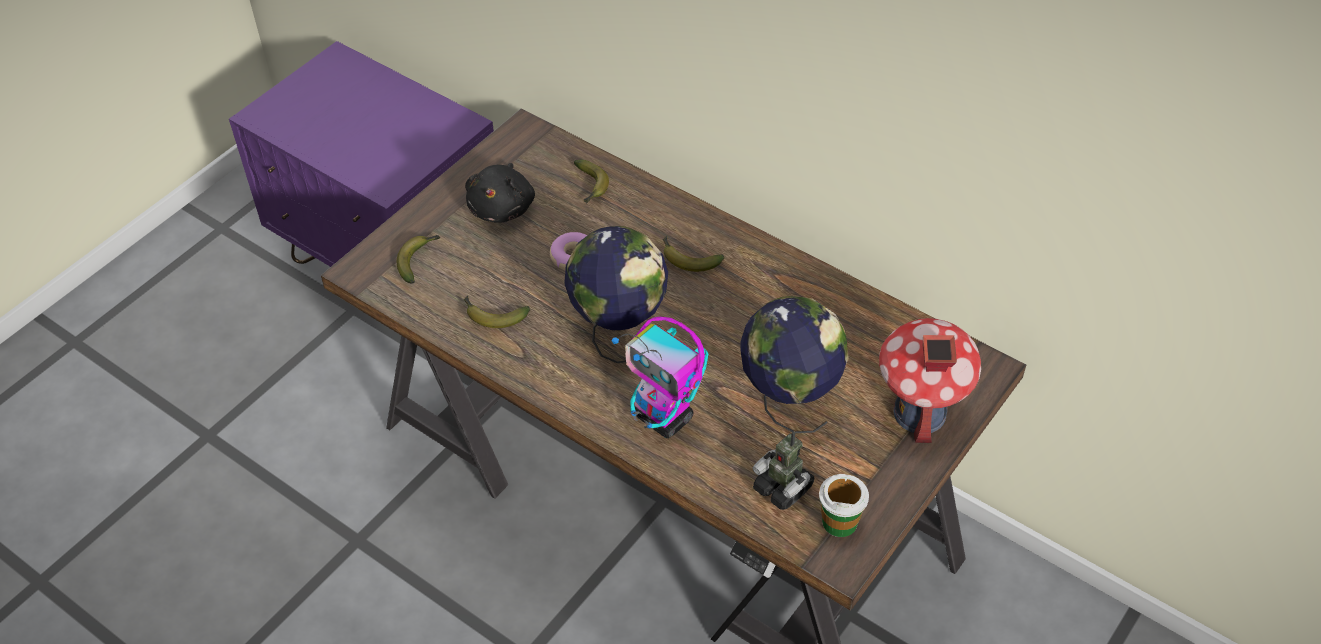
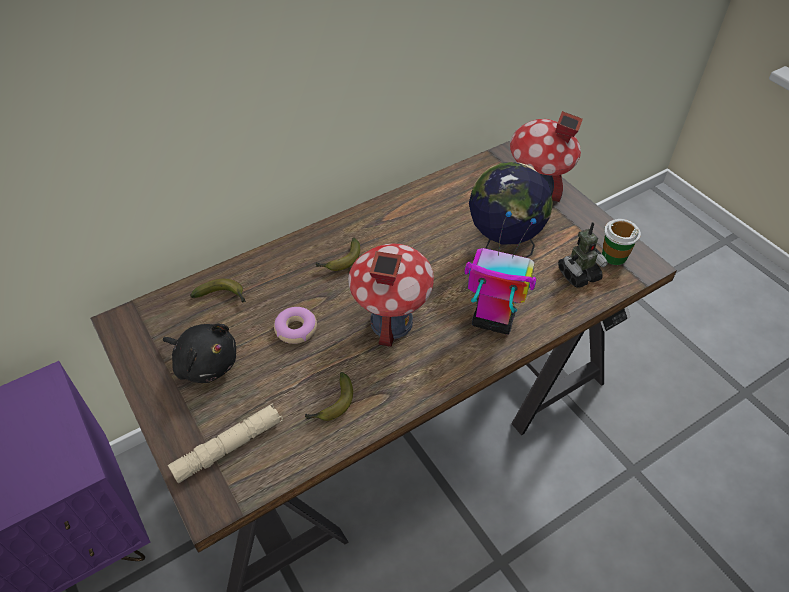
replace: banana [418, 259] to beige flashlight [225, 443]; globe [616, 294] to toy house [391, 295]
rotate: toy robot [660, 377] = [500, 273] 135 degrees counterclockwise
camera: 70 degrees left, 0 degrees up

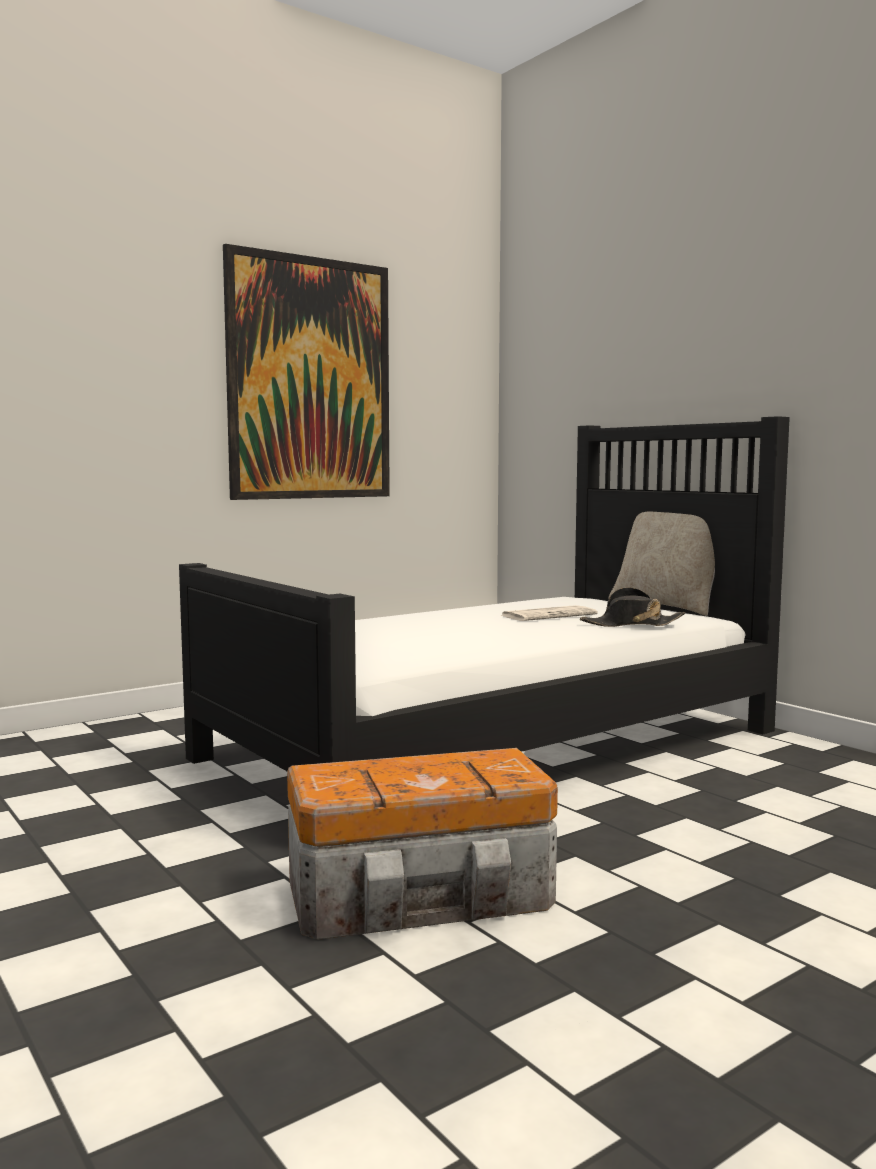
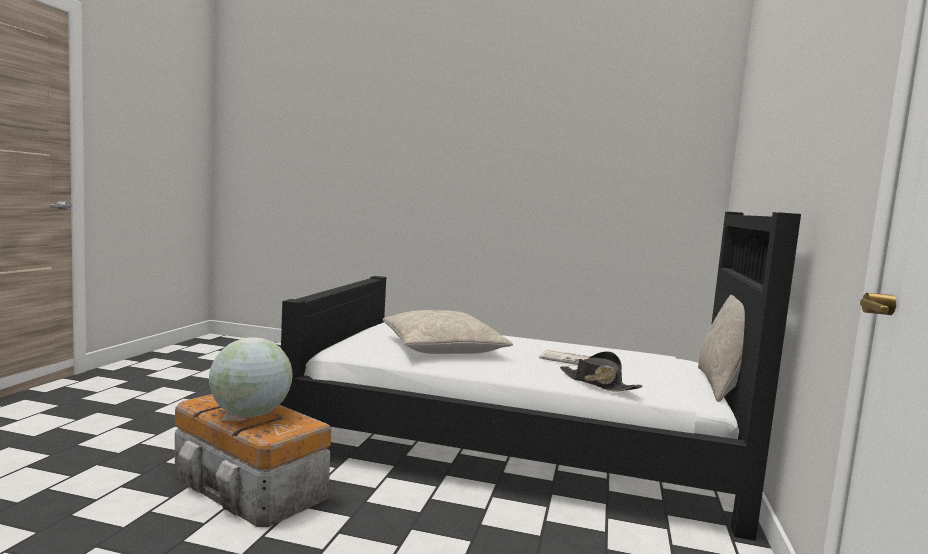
delete: picture [306, 372]
insert: globe [251, 377]; beige pillow [448, 332]
camera: 50 degrees right, 0 degrees up

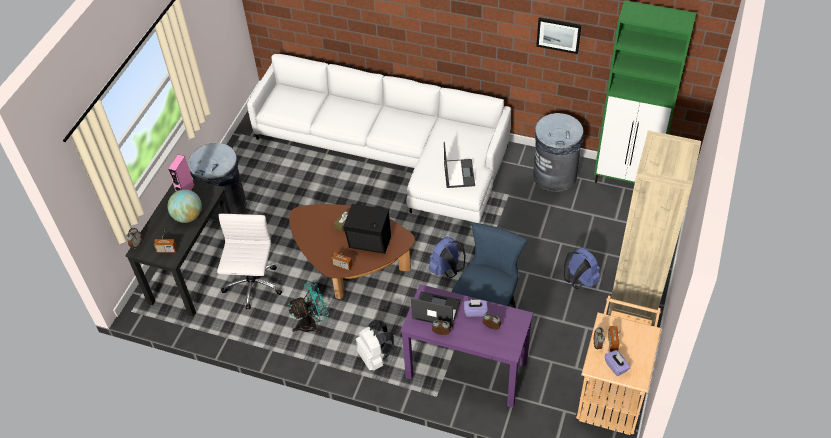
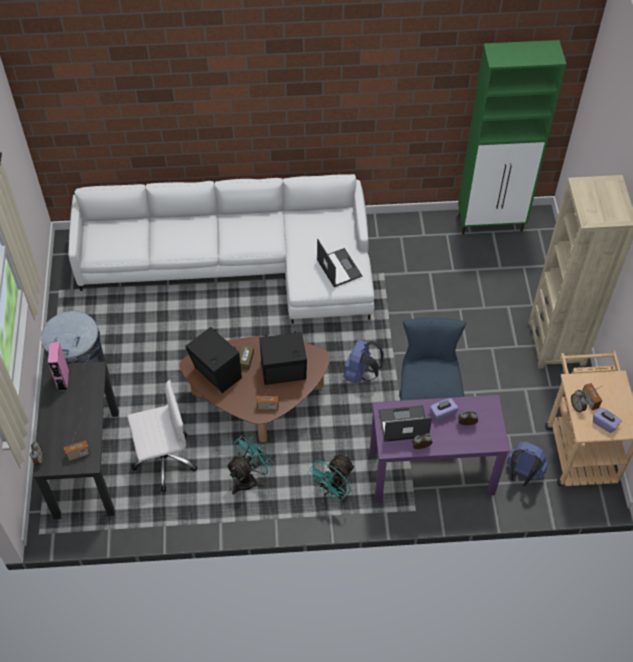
delete: globe [184, 206]; grey trash can [558, 152]; picture [558, 35]
insert: black speaker [214, 360]
move: blue backpack [582, 268] to [527, 463]
replace: white backpack [375, 345] to turquoise fan [331, 478]
rotate: white office chair [249, 261] = [162, 436] 90 degrees clockwise
camera: 25 degrees left, 5 degrees up

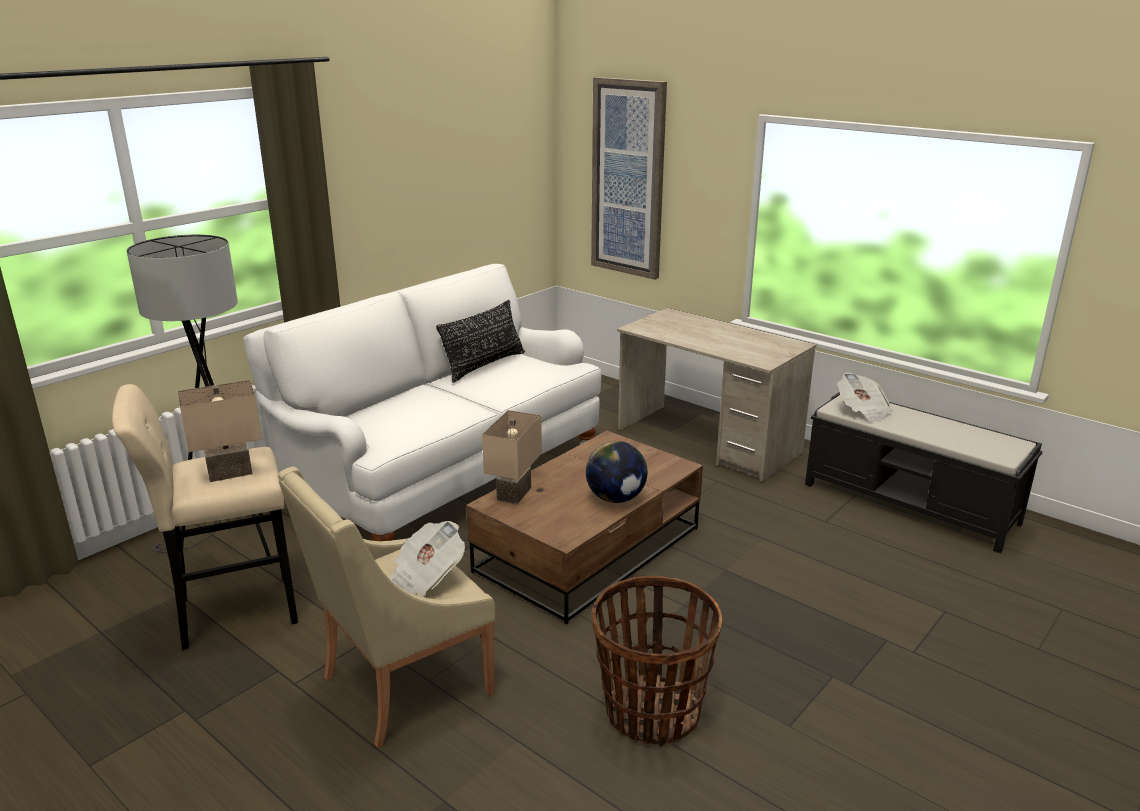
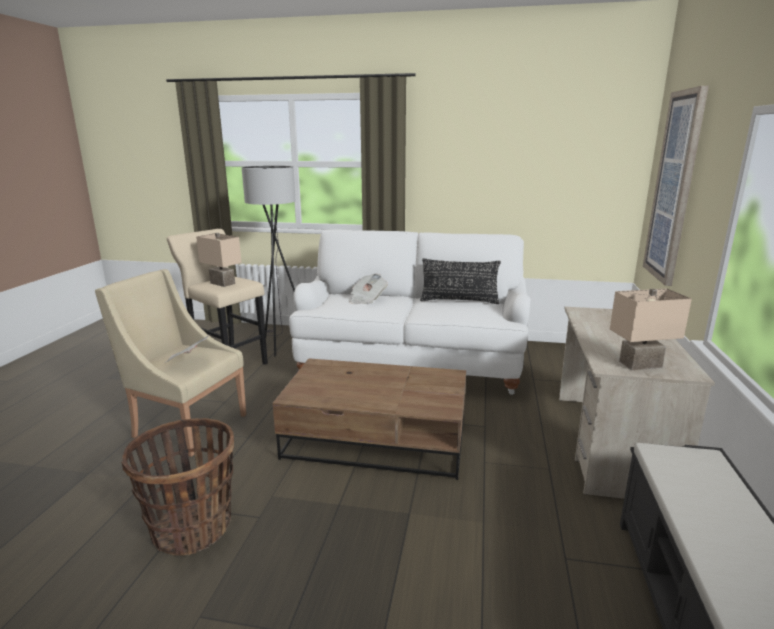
delete: globe [616, 472]
move: beige table lamp [512, 457] to [651, 329]; newspaper [865, 397] to [369, 289]
camera: 60 degrees right, 5 degrees down

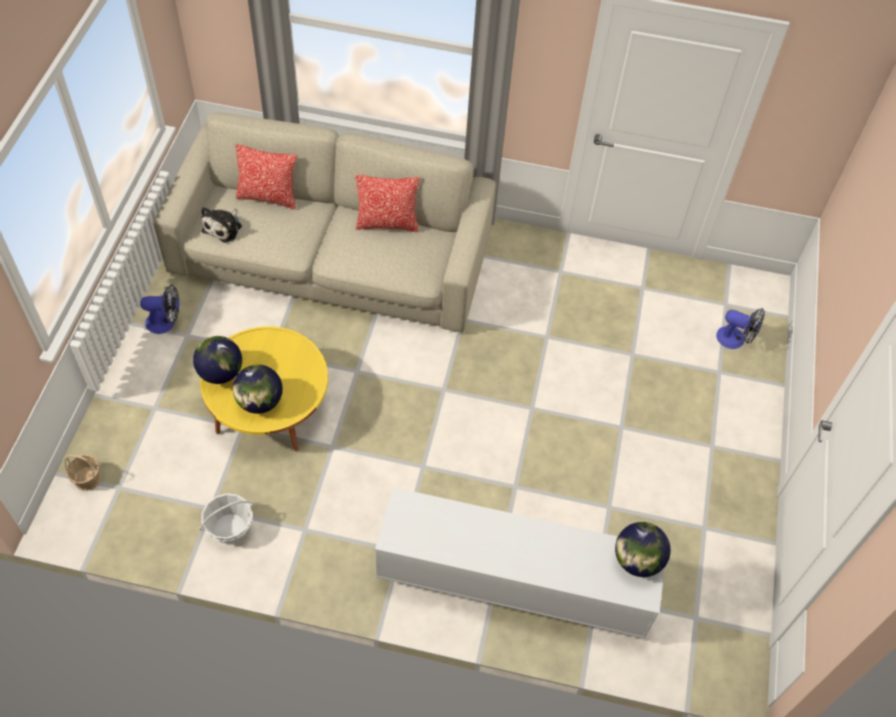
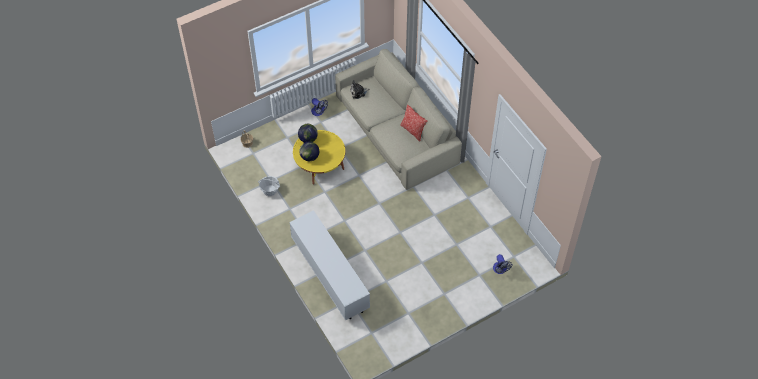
delete: pillow [266, 177]; globe [643, 549]
camera: 50 degrees right, 0 degrees up

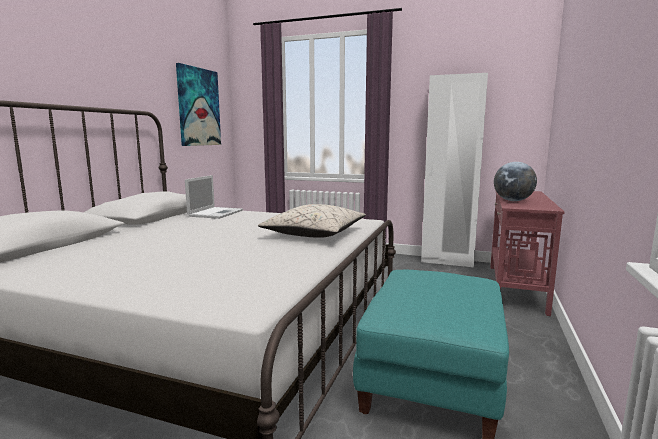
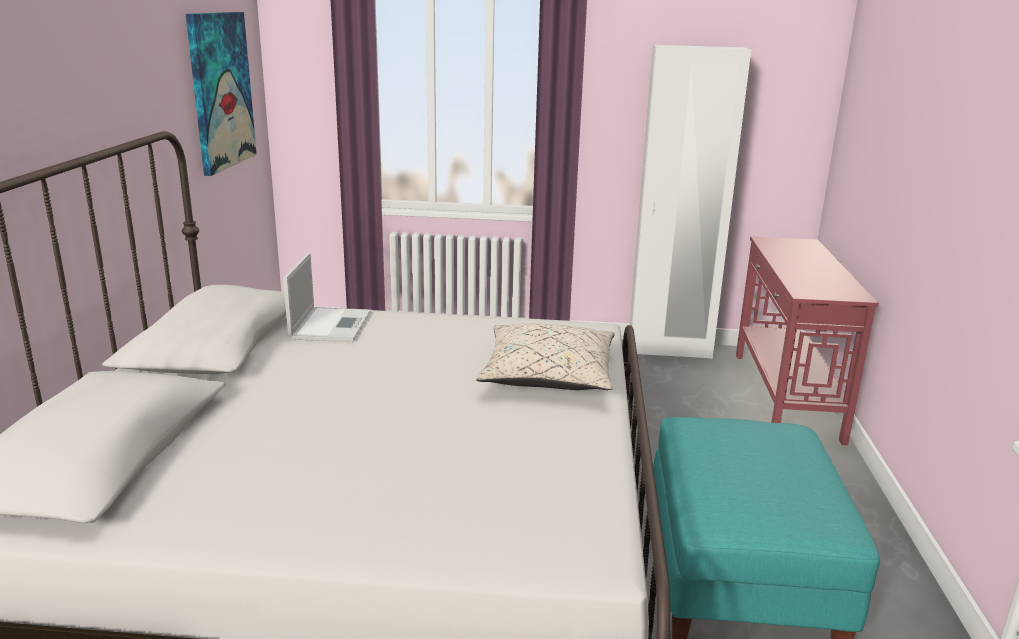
delete: globe [515, 181]
camera: 15 degrees left, 10 degrees up

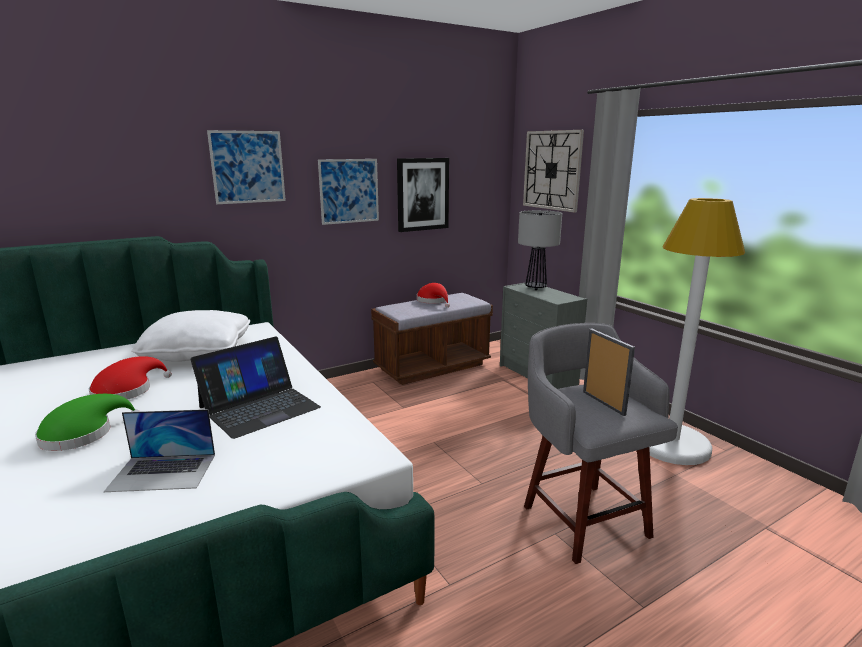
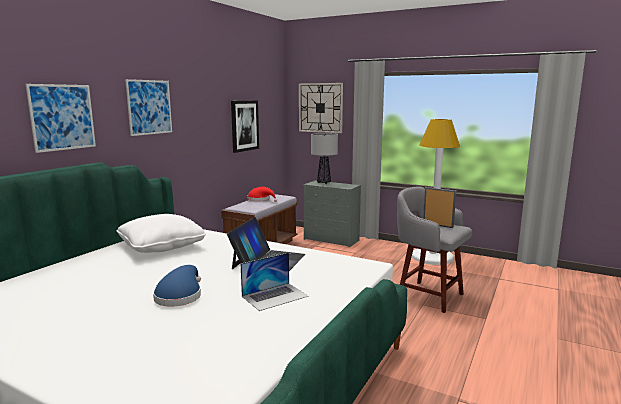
delete: red hat [130, 378]
move: picture [348, 192] to [61, 118]
recolor: green hat [87, 422] to blue hat [177, 286]
camera: 30 degrees left, 5 degrees down

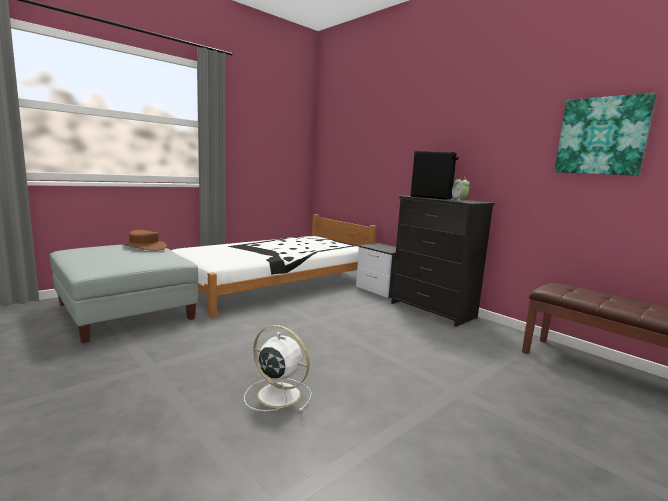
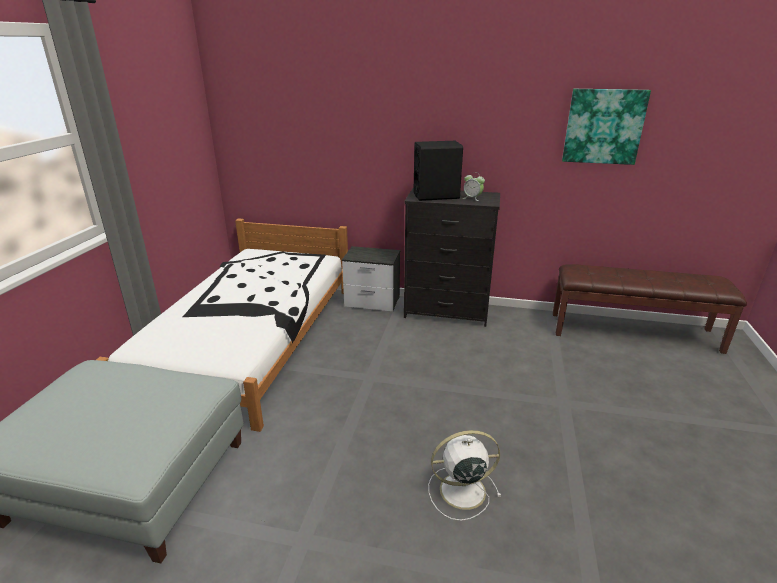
delete: brown hat [145, 240]
camera: 35 degrees left, 15 degrees up

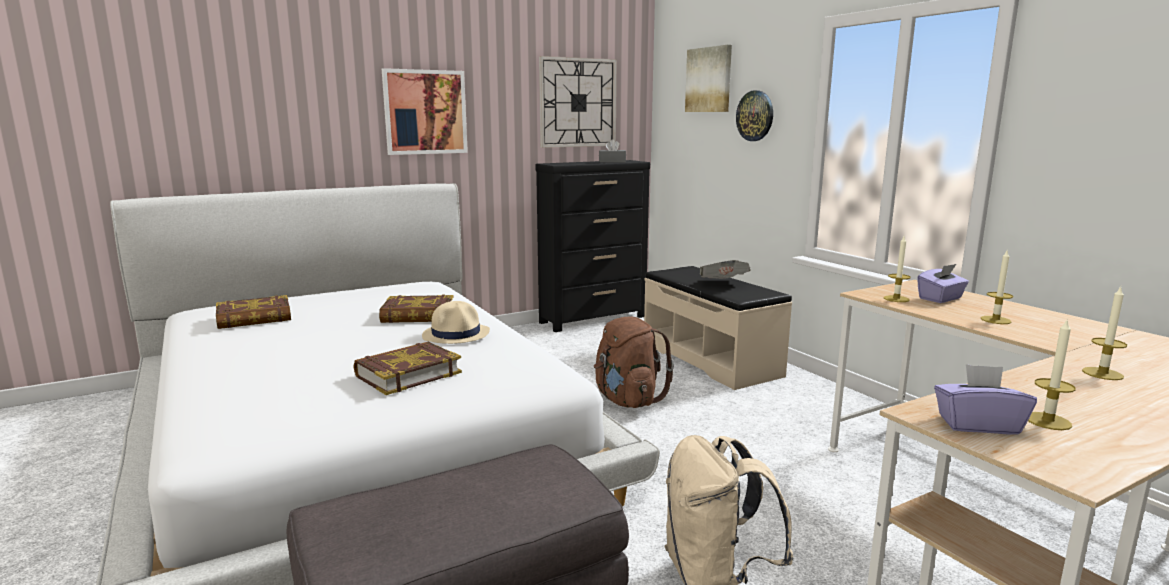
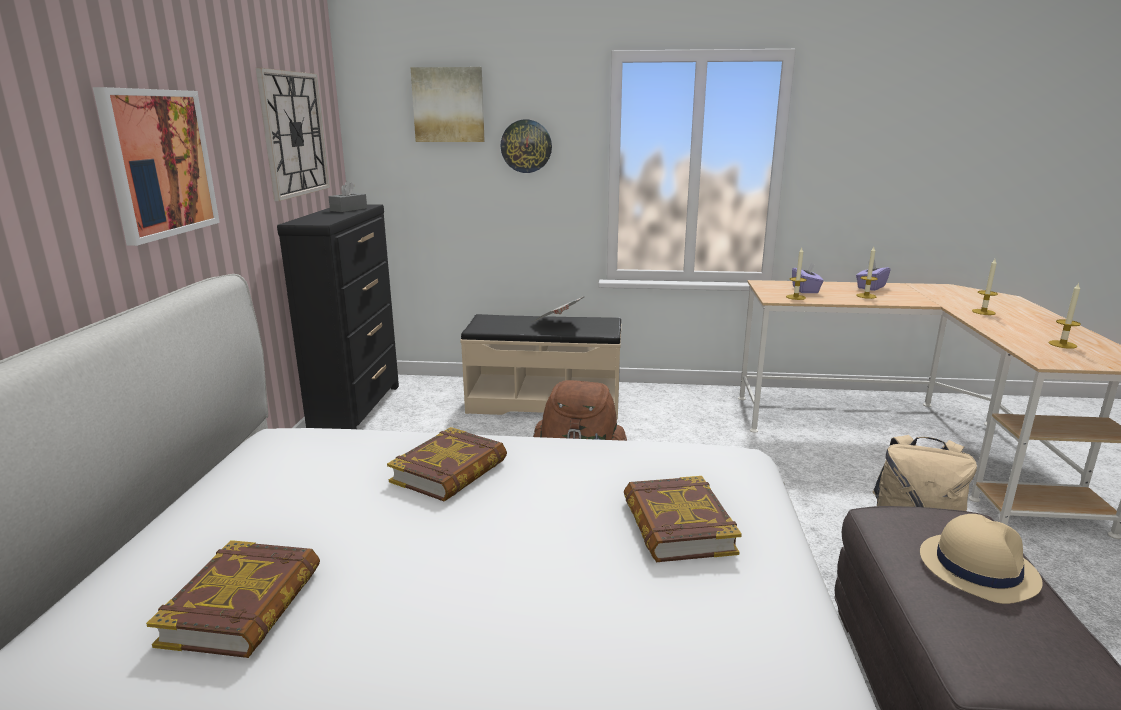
move: beige hat [456, 322] to [981, 559]; purple tissue box [985, 399] to [873, 275]
camera: 55 degrees left, 5 degrees up

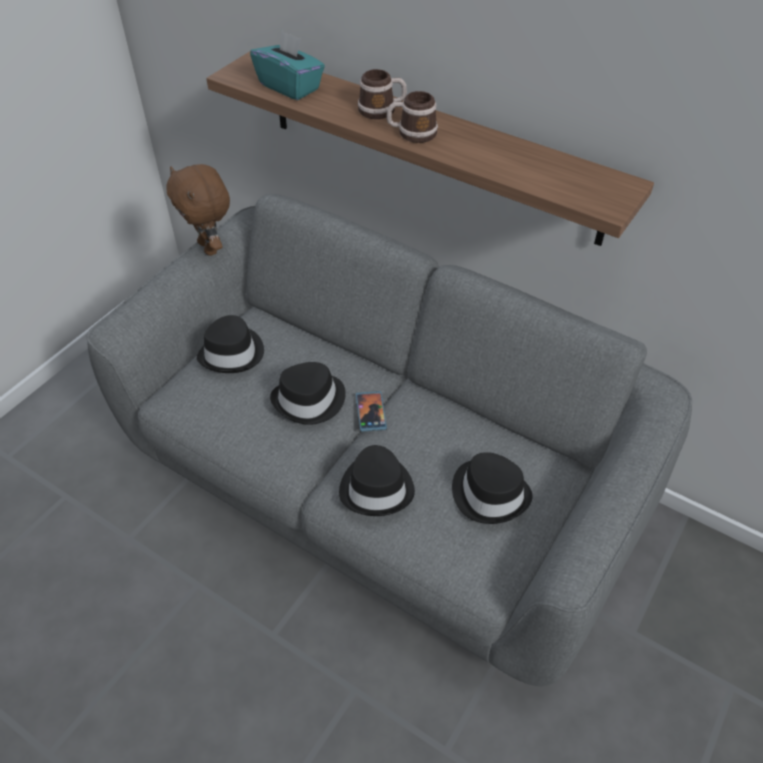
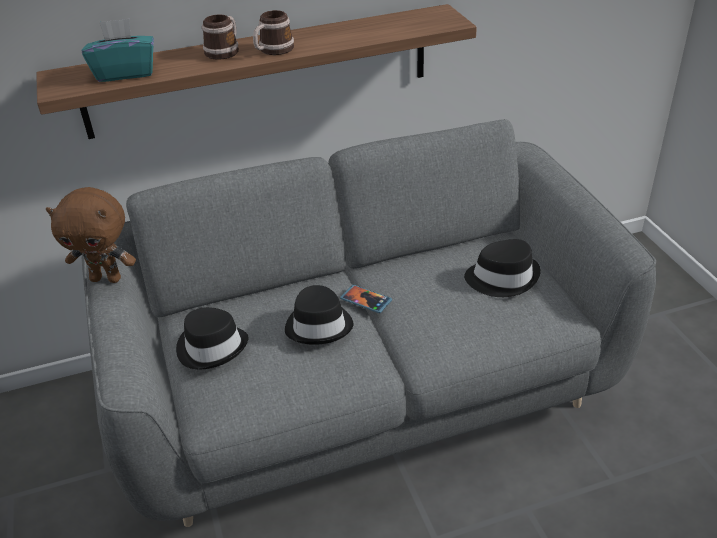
delete: black hat [377, 480]
camera: 50 degrees left, 10 degrees down

